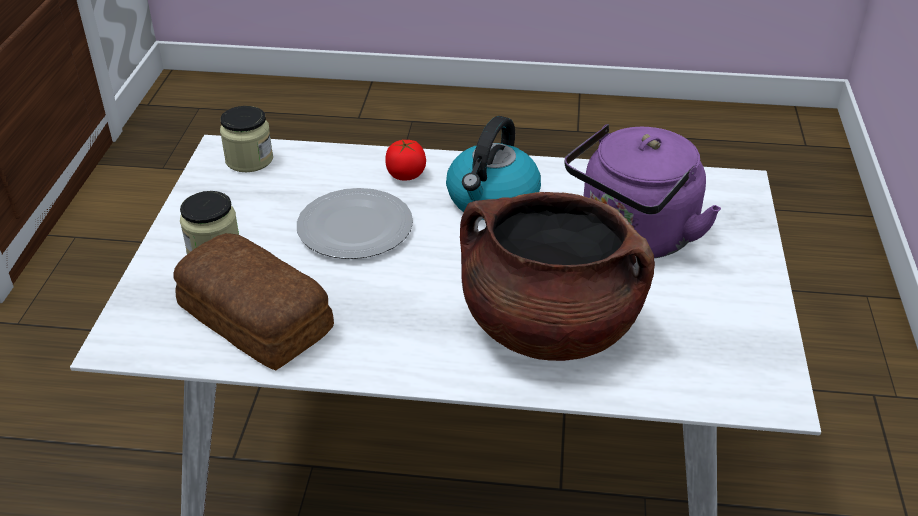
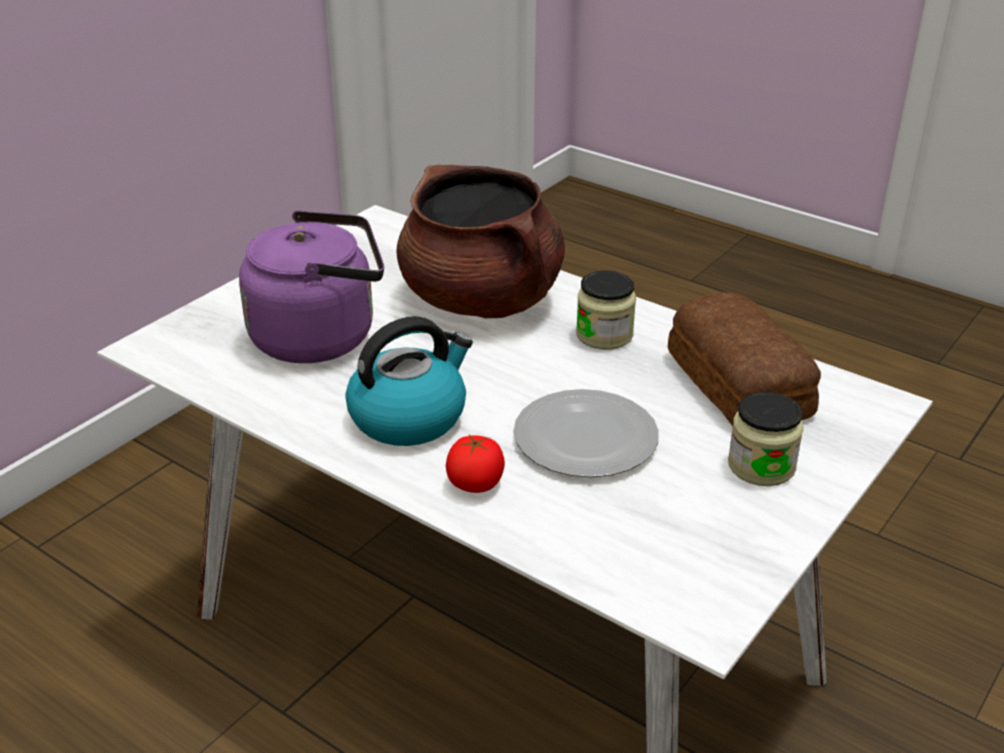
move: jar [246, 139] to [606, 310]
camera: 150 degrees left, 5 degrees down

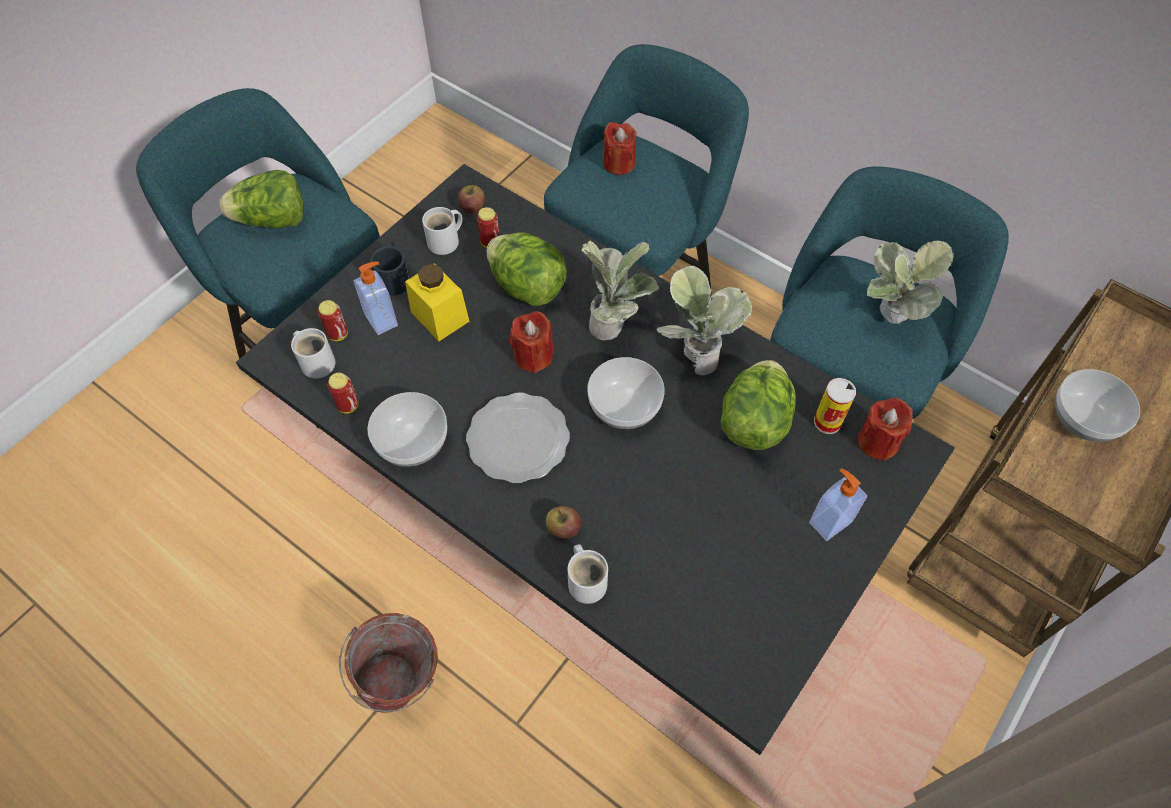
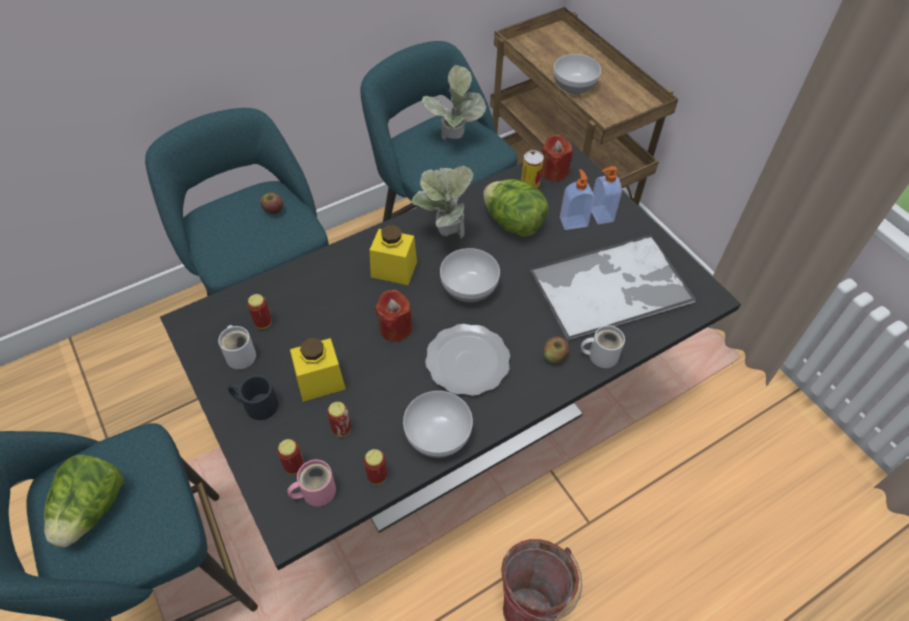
delete: lettuce [527, 270]; red candle [620, 148]
insert: can [339, 419]; tray [613, 288]
move: soap dispenser [376, 298] to [577, 199]; apple [471, 199] to [271, 203]
replace: potted plant [620, 289] to yellow jar [393, 255]
recolor: white mug [313, 353] to pink mug [311, 483]
camera: 70 degrees left, 5 degrees down

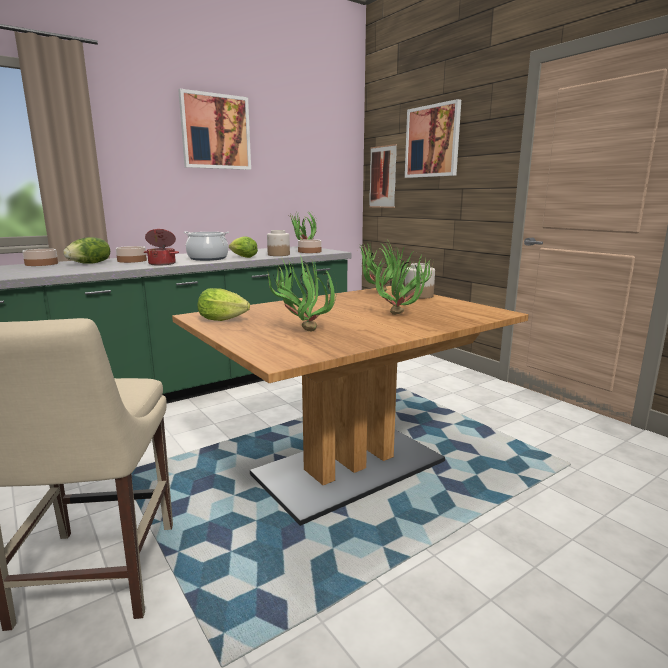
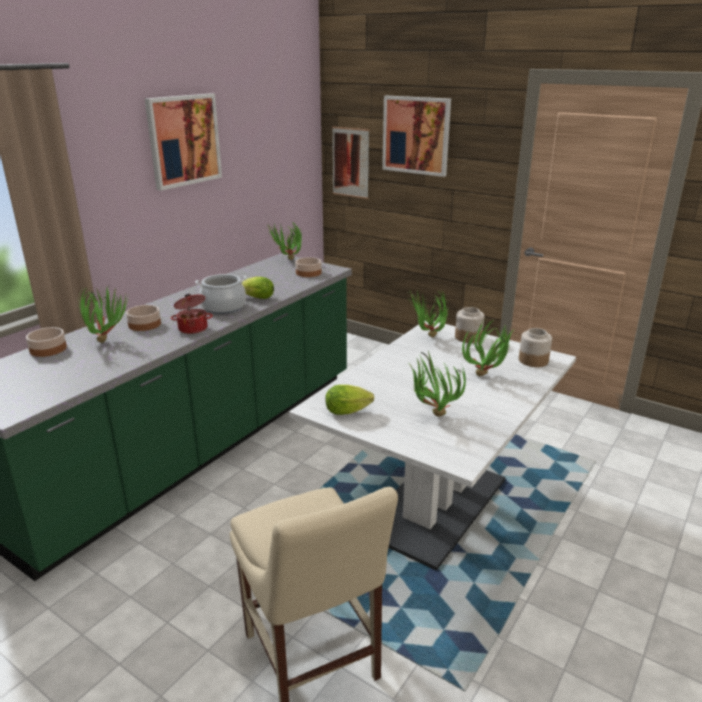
move: jar [278, 243] to [535, 347]
replace: lettuce [86, 250] to potted plant [103, 314]
recolor: brown dining table [350, 406] to white dining table [432, 446]
camera: 20 degrees left, 10 degrees up

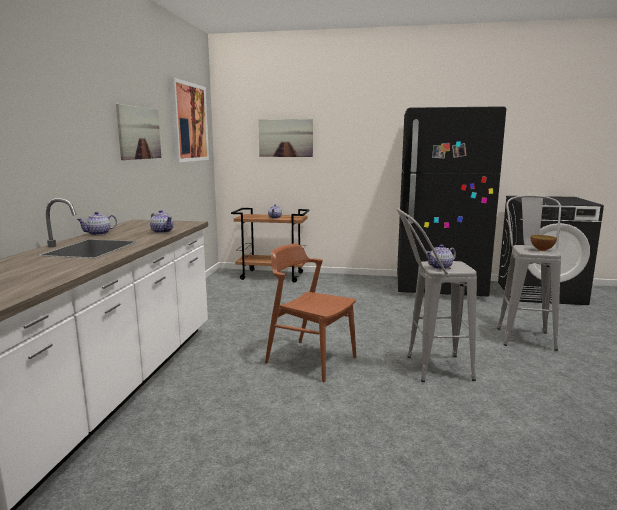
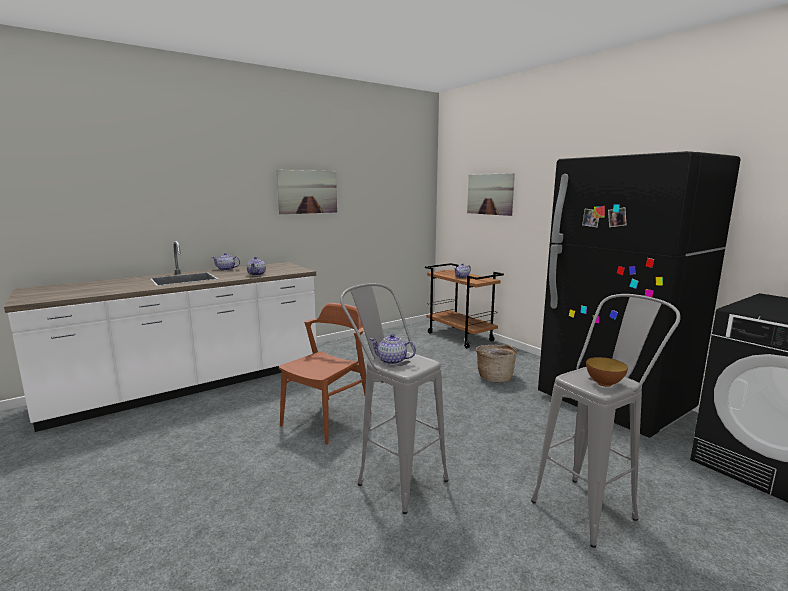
delete: picture [189, 120]
insert: basket [496, 363]
rotate: brown chair [310, 312] = [325, 374] 45 degrees clockwise
camera: 45 degrees right, 0 degrees up

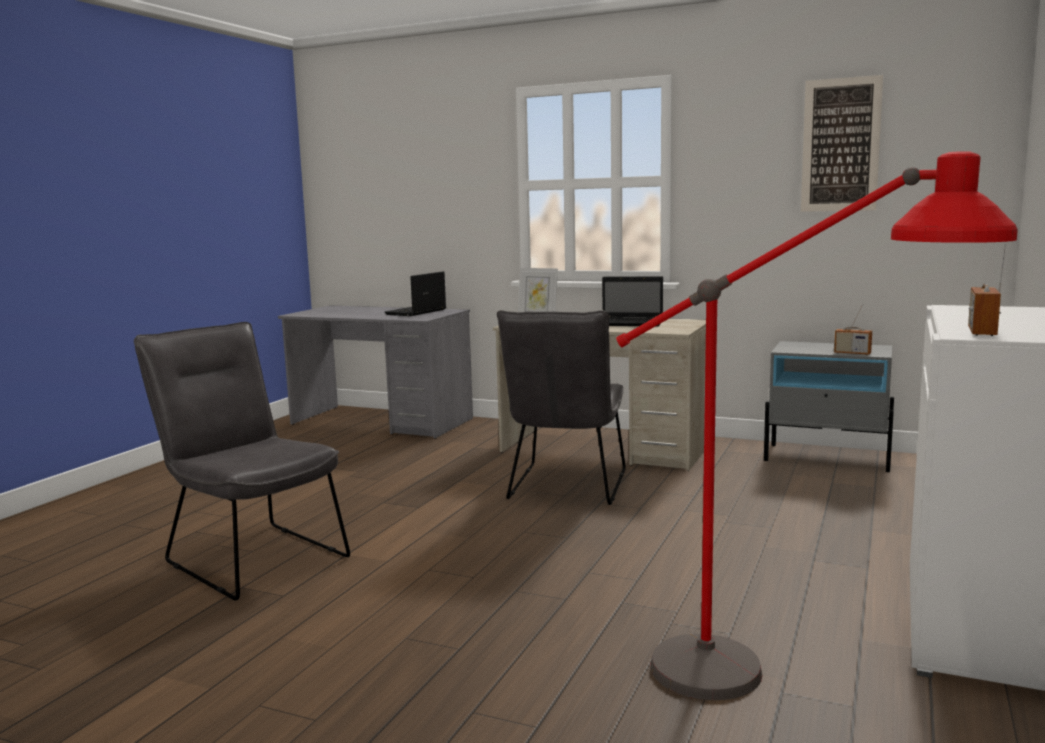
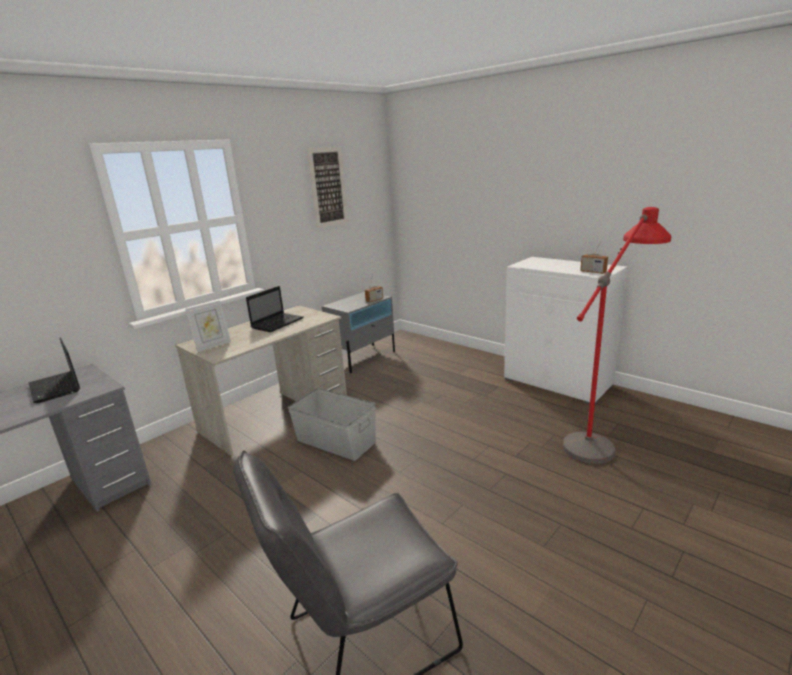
replace: grey chair [561, 407] to grey storage box [332, 424]
camera: 70 degrees left, 10 degrees up

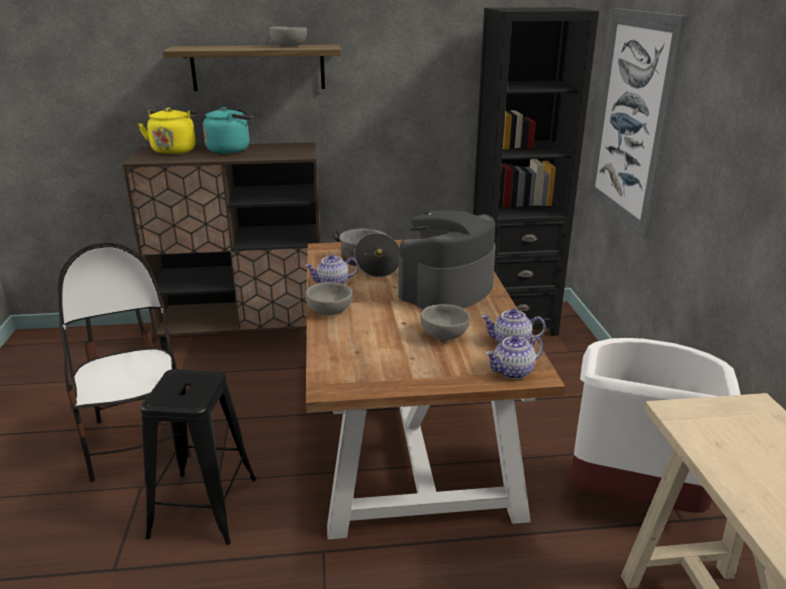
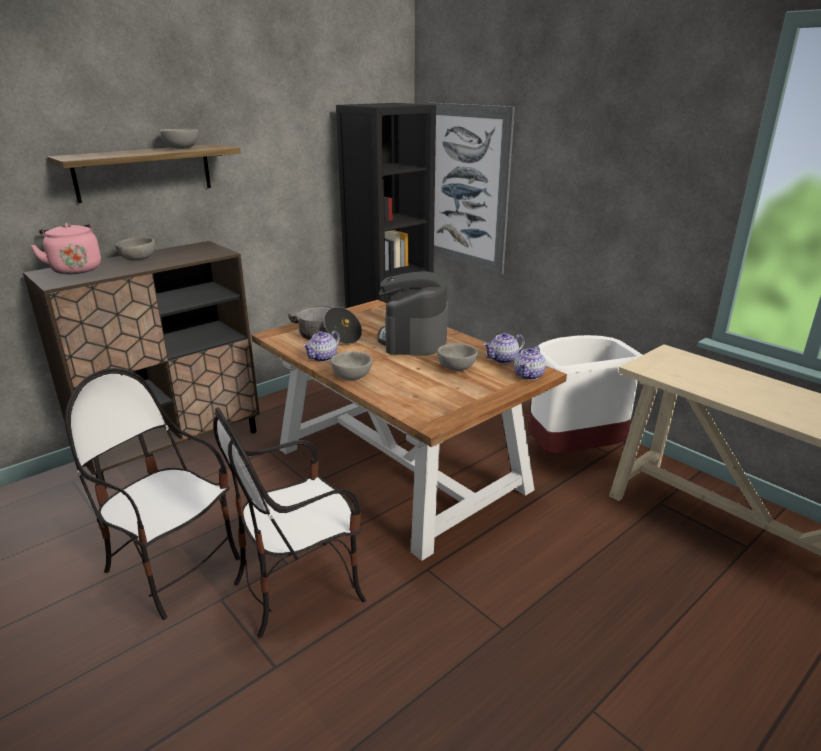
replace: black stool [198, 457] to chair [289, 522]; turquoise kettle [228, 130] to grey bowl [135, 249]
recolor: yellow kettle [167, 131] to pink kettle [65, 248]
camera: 35 degrees left, 0 degrees up

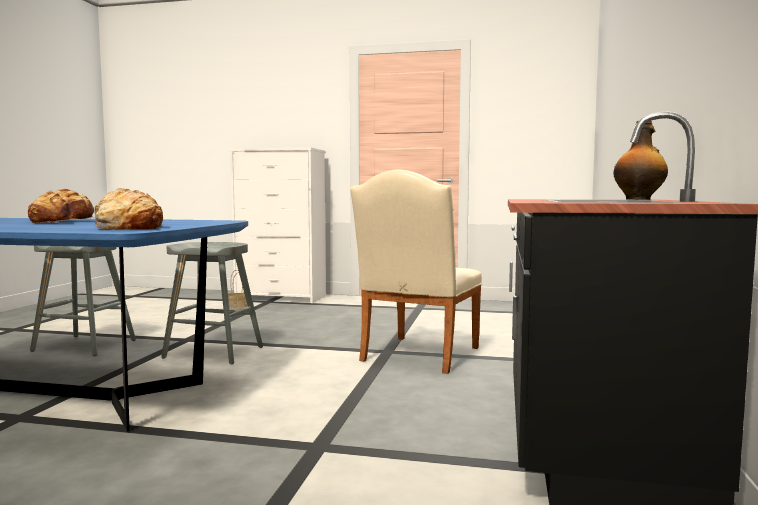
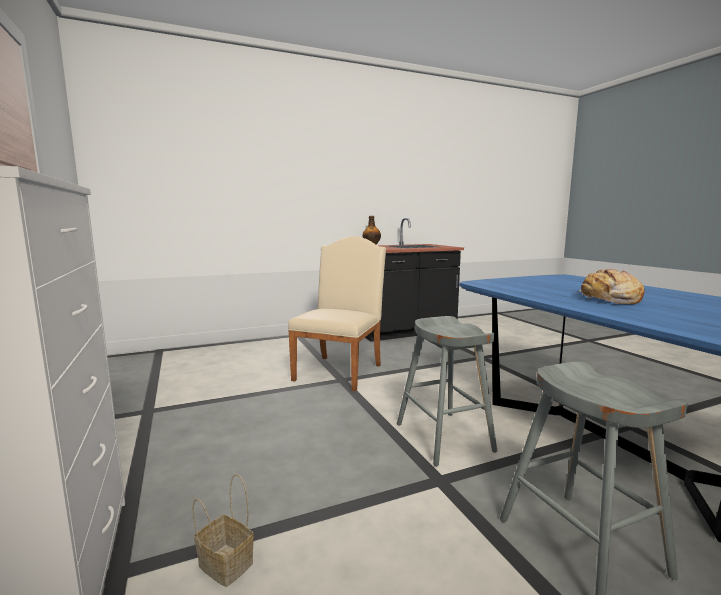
delete: bread [129, 208]
rotate: beige chair [416, 271] = [337, 313] 60 degrees counterclockwise
camera: 125 degrees left, 5 degrees up

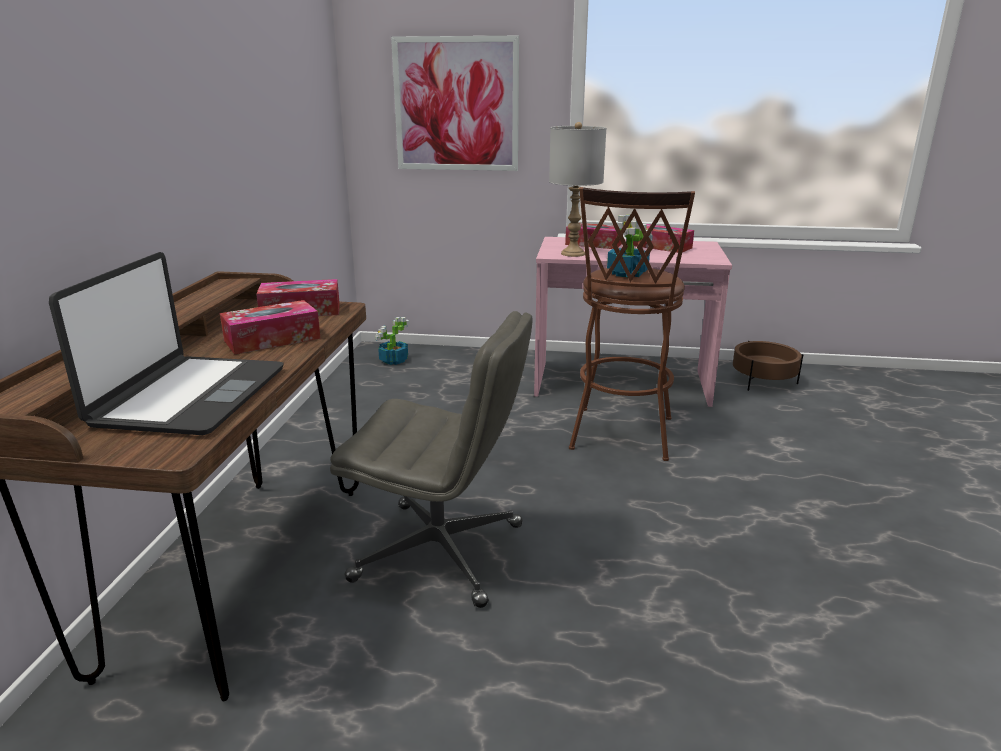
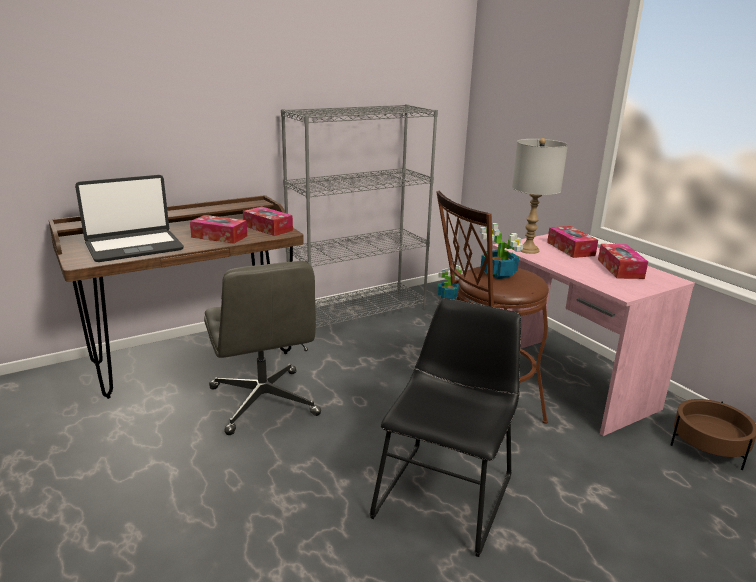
delete: picture [455, 103]
insert: grey bookcase [359, 216]; black chair [445, 427]
camera: 50 degrees right, 0 degrees up

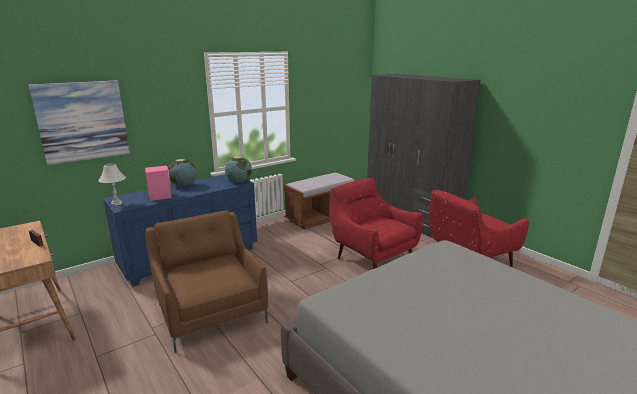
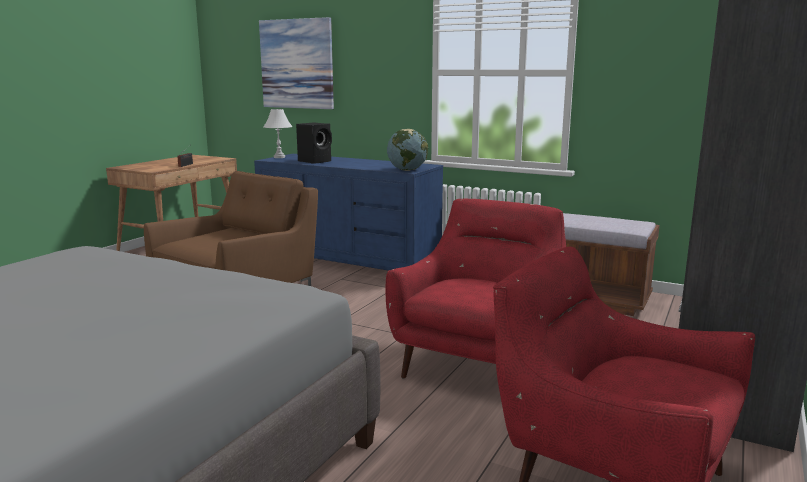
delete: globe [182, 173]
recolor: pink speaker [158, 183] to black speaker [314, 143]
camera: 65 degrees right, 5 degrees down

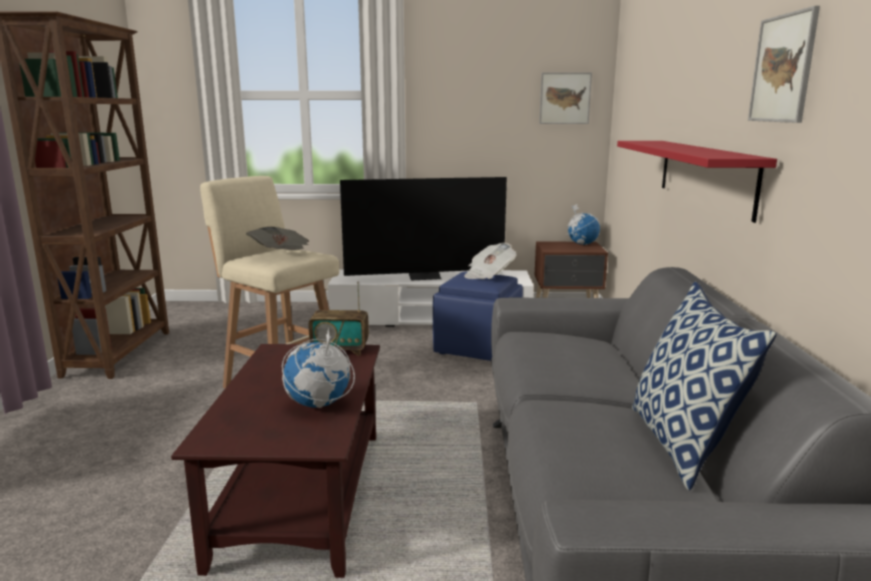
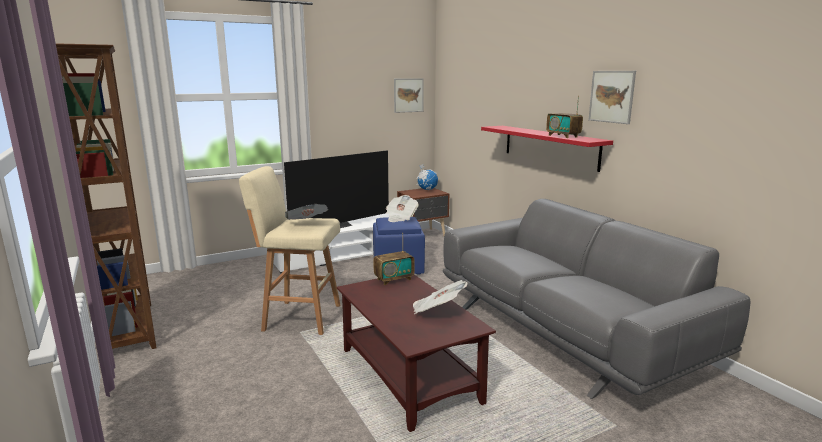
delete: pillow [704, 386]
insert: radio [564, 117]
replace: globe [318, 368] to newspaper [440, 297]
camera: 30 degrees left, 0 degrees up

